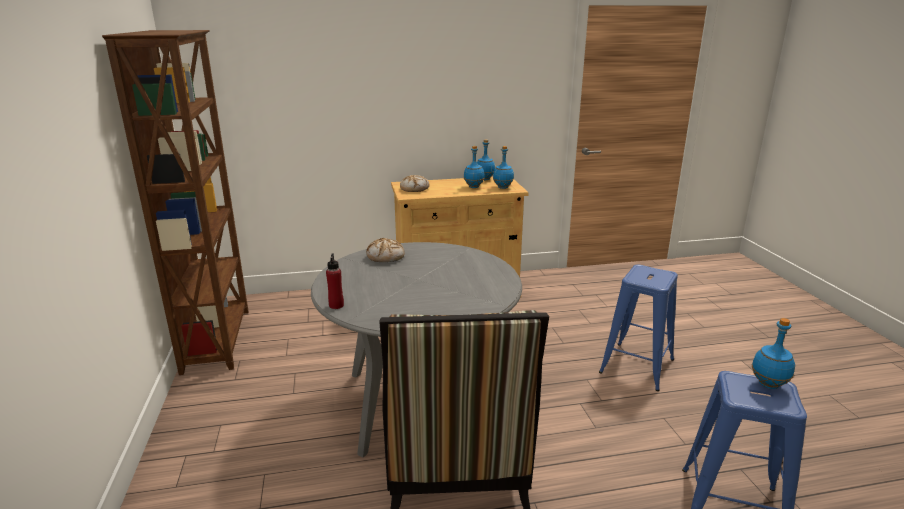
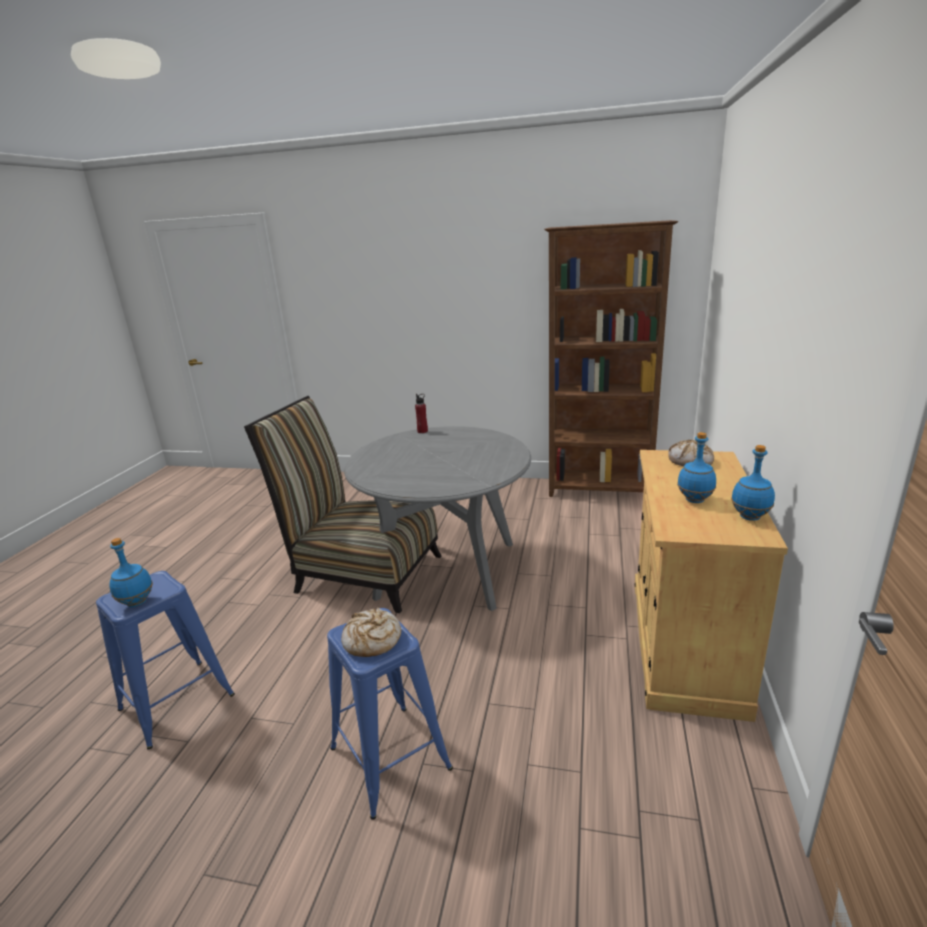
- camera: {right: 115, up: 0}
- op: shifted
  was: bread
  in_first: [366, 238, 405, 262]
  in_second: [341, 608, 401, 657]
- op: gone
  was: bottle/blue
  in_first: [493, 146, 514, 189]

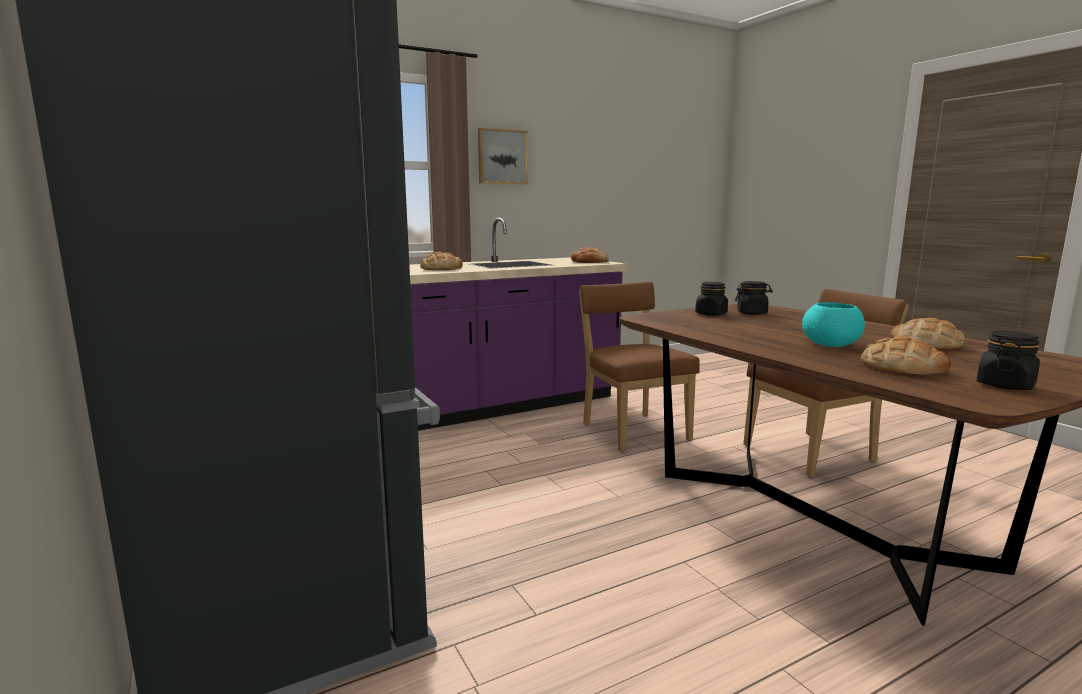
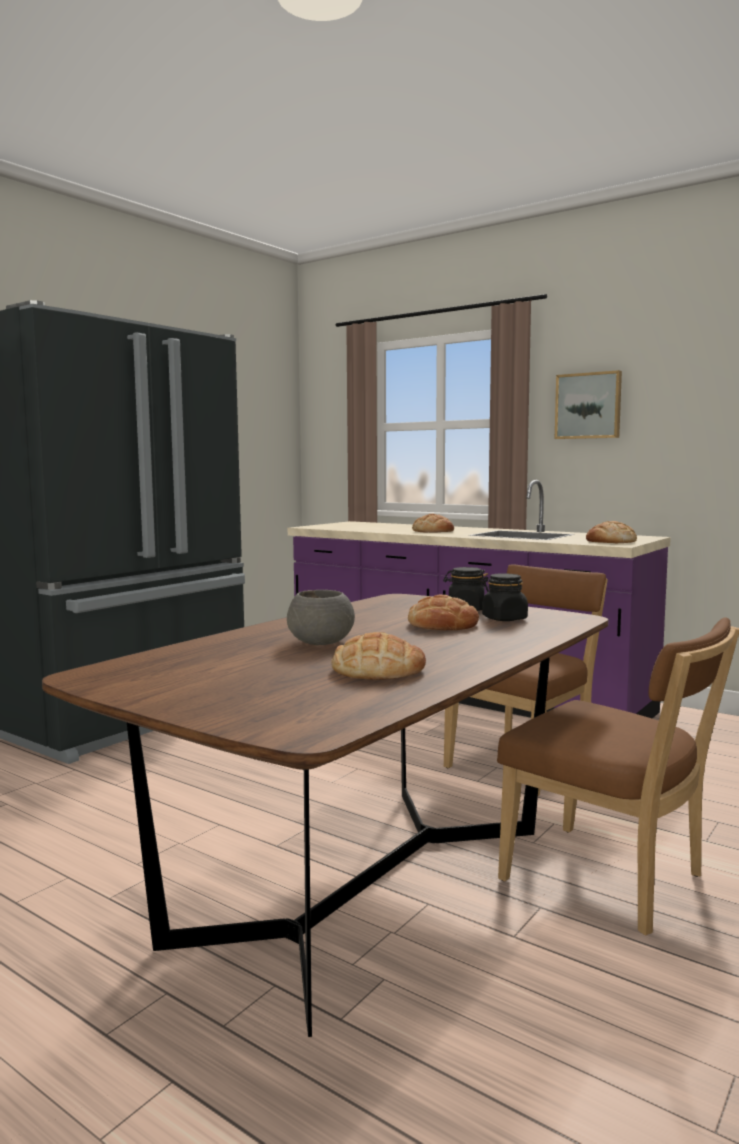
- camera: {right: 65, up: -5}
- op: repainted
  was: bowl/turquoise
  now: bowl/grey
  in_first: [802, 302, 865, 347]
  in_second: [287, 590, 355, 645]
- op: shifted
  was: bread
  in_first: [861, 336, 951, 375]
  in_second: [408, 595, 479, 630]
- op: gone
  was: jar/black
  in_first: [977, 330, 1040, 390]

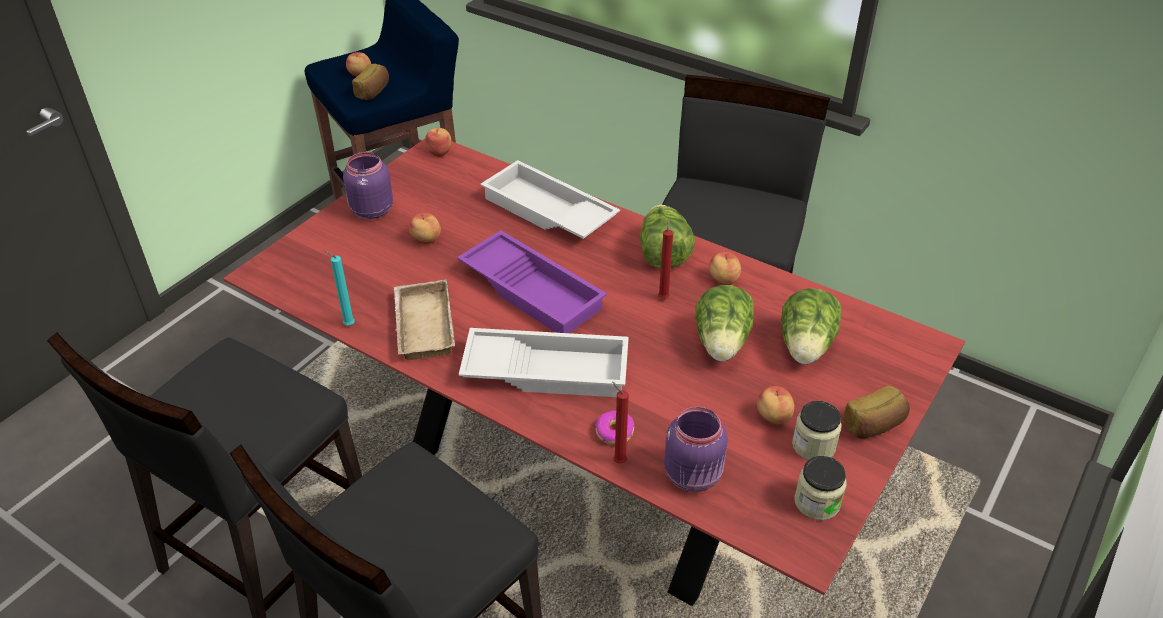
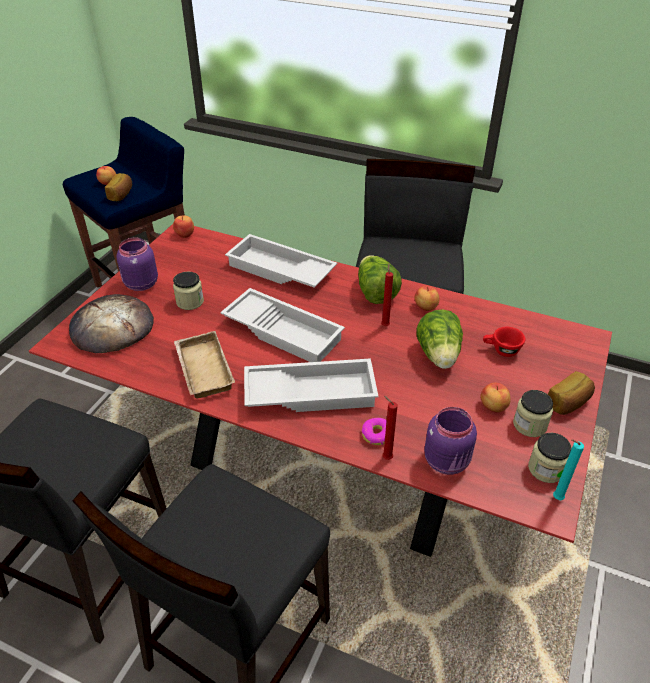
- camera: {right: -10, up: 0}
- op: shifted
  was: candle/turquoise
  in_first: [323, 250, 355, 326]
  in_second: [553, 439, 584, 500]
- op: swapped
  was: apple
  now: jar
  in_first: [409, 213, 441, 244]
  in_second: [173, 272, 204, 310]
- op: repainted
  was: tray/purple
  now: tray/white
  in_first: [457, 230, 607, 333]
  in_second: [220, 288, 345, 362]
- op: swapped
  was: lettuce
  now: cup/red
  in_first: [781, 288, 842, 364]
  in_second: [483, 327, 525, 357]
- op: new
  now: bread
  in_second: [69, 294, 154, 353]

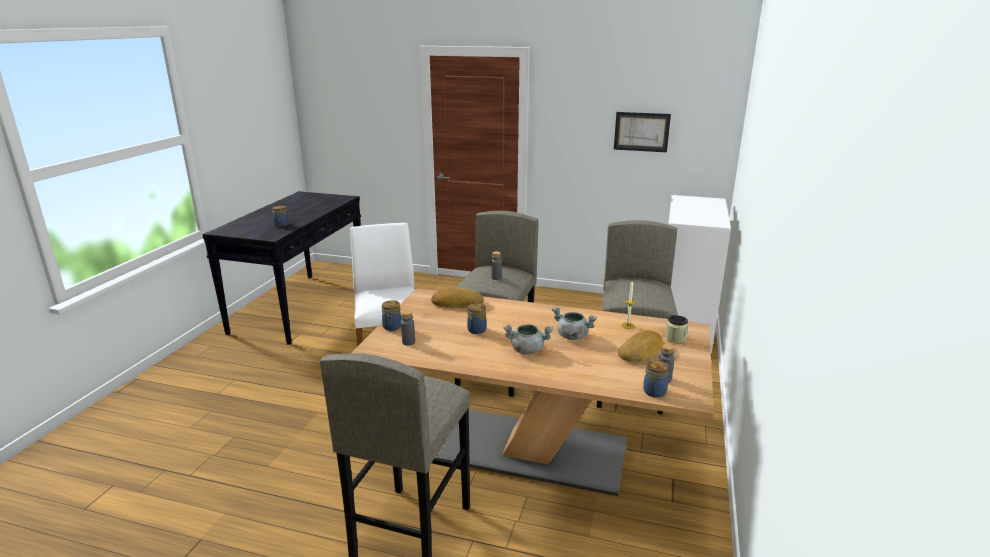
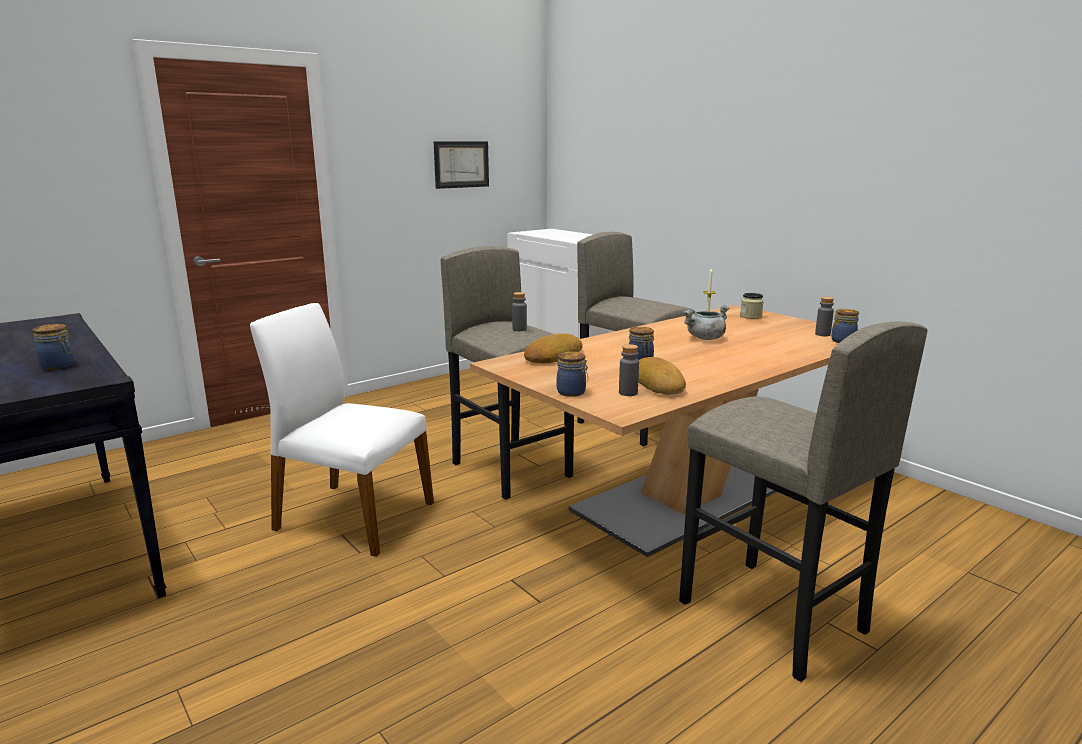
- camera: {right: -55, up: -5}
- op: gone
  was: cooking pot/grey
  in_first: [503, 324, 553, 354]
- op: shifted
  was: bread
  in_first: [618, 330, 663, 362]
  in_second: [638, 357, 686, 395]

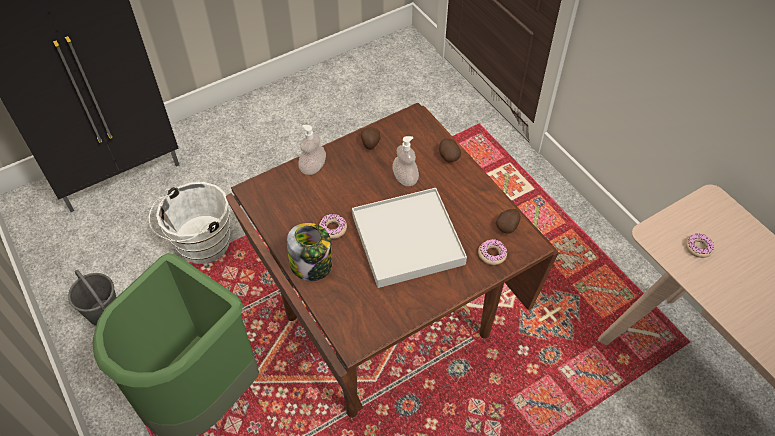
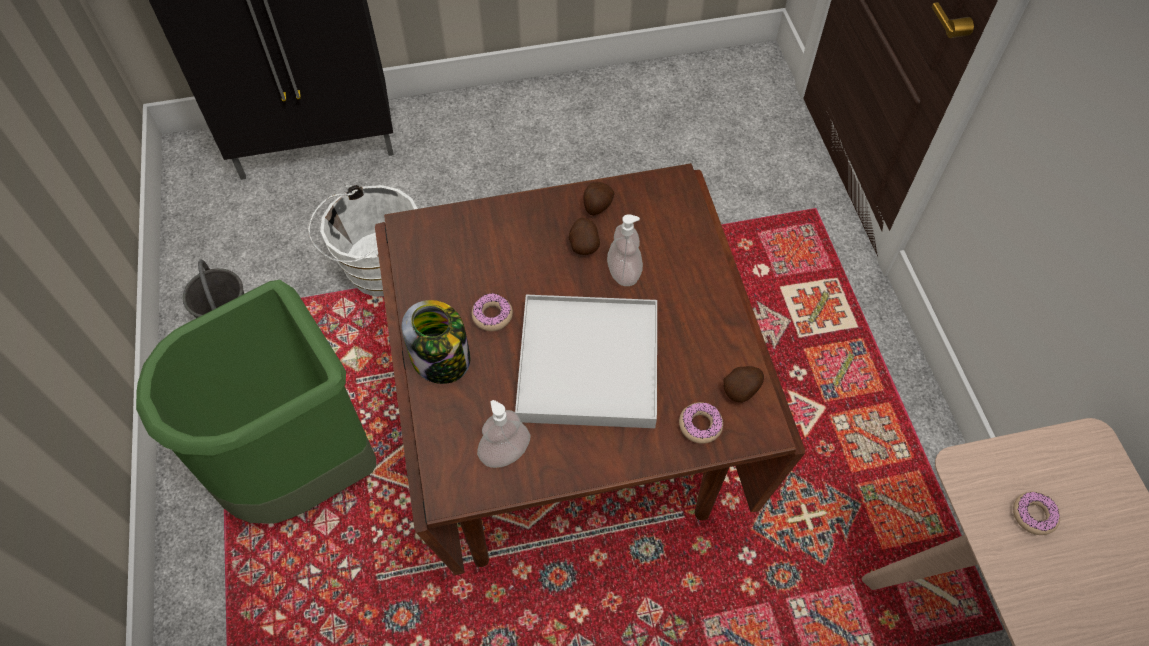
- camera: {right: 20, up: 5}
- op: shifted
  was: soap dispenser
  in_first: [298, 125, 326, 175]
  in_second: [477, 400, 530, 468]
- op: shifted
  was: potato
  in_first: [439, 139, 461, 162]
  in_second: [569, 218, 600, 255]

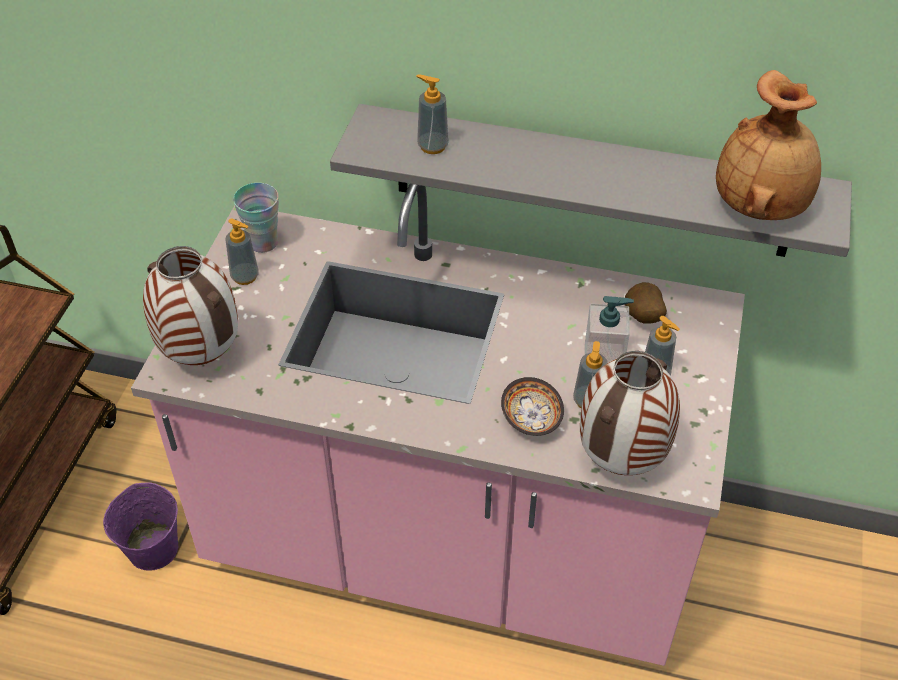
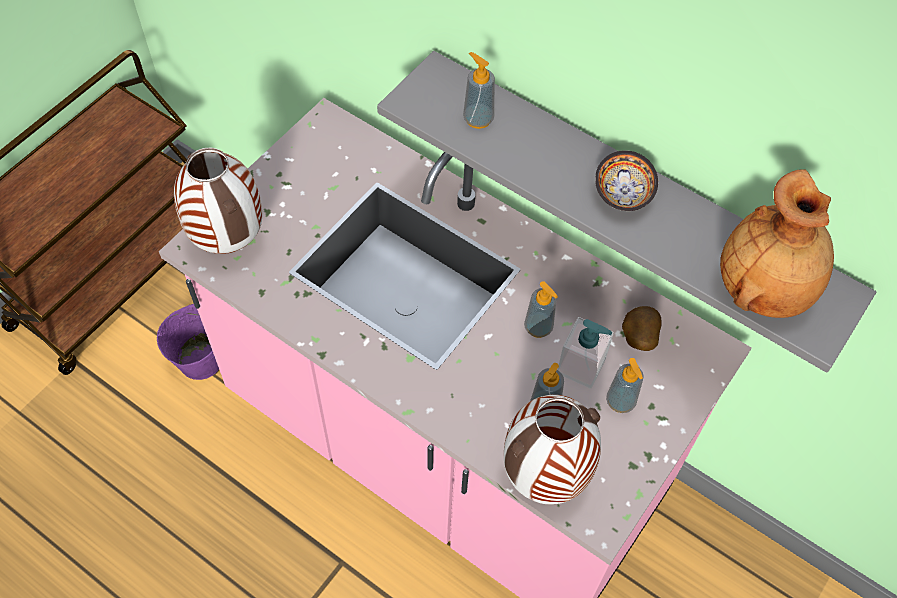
- camera: {right: 20, up: 10}
- op: shifted
  was: soap dispenser
  in_first: [226, 218, 259, 285]
  in_second: [524, 281, 558, 338]
- op: gone
  was: cup
  in_first: [233, 183, 279, 253]
- op: shifted
  was: bowl
  in_first: [501, 377, 564, 436]
  in_second: [595, 150, 658, 211]

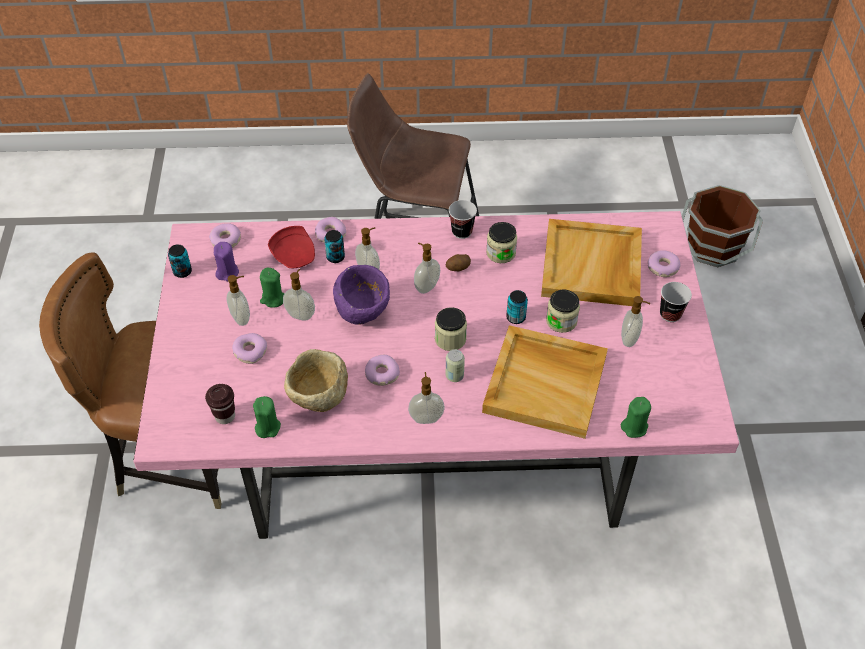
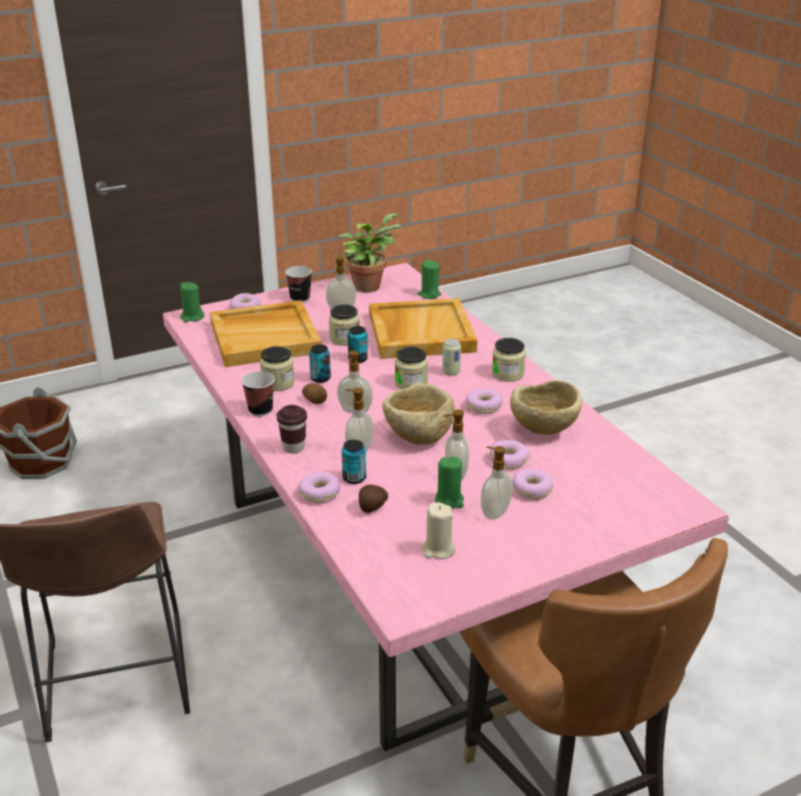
- camera: {right: -115, up: -20}
- op: shifted
  was: can
  in_first: [168, 244, 192, 278]
  in_second: [309, 344, 331, 383]
- op: shifted
  was: cup/brown
  in_first: [205, 384, 235, 424]
  in_second: [276, 405, 307, 454]
- op: shifted
  was: donut
  in_first: [209, 223, 241, 248]
  in_second: [489, 440, 530, 469]
- op: repainted
  was: candle/purple
  now: candle/beige
  in_first: [214, 242, 239, 281]
  in_second: [422, 502, 455, 559]
- op: shifted
  was: candle/green
  in_first: [253, 396, 281, 438]
  in_second: [180, 282, 205, 322]
- op: swapped
  was: plate/red
  now: potato
  in_first: [268, 226, 315, 268]
  in_second: [359, 485, 388, 513]
- op: repainted
  was: bowl/purple
  now: bowl/beige
  in_first: [333, 265, 390, 324]
  in_second: [382, 383, 455, 445]
- op: swapped
  was: soap dispenser
  now: jar
  in_first: [408, 372, 445, 424]
  in_second: [492, 338, 526, 382]
- op: new
  now: potted plant
  in_second: [338, 213, 401, 293]

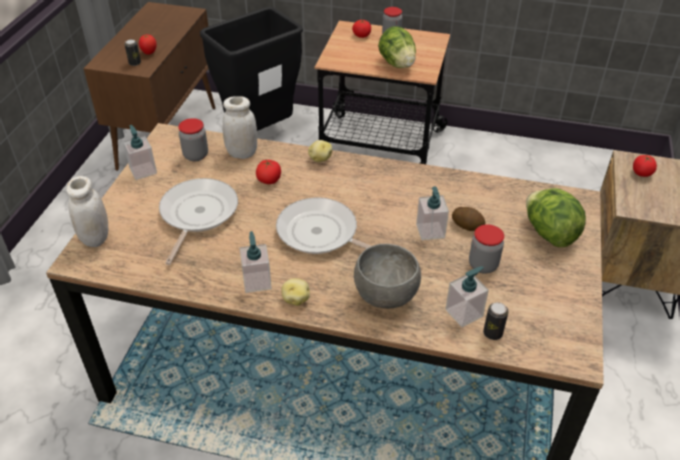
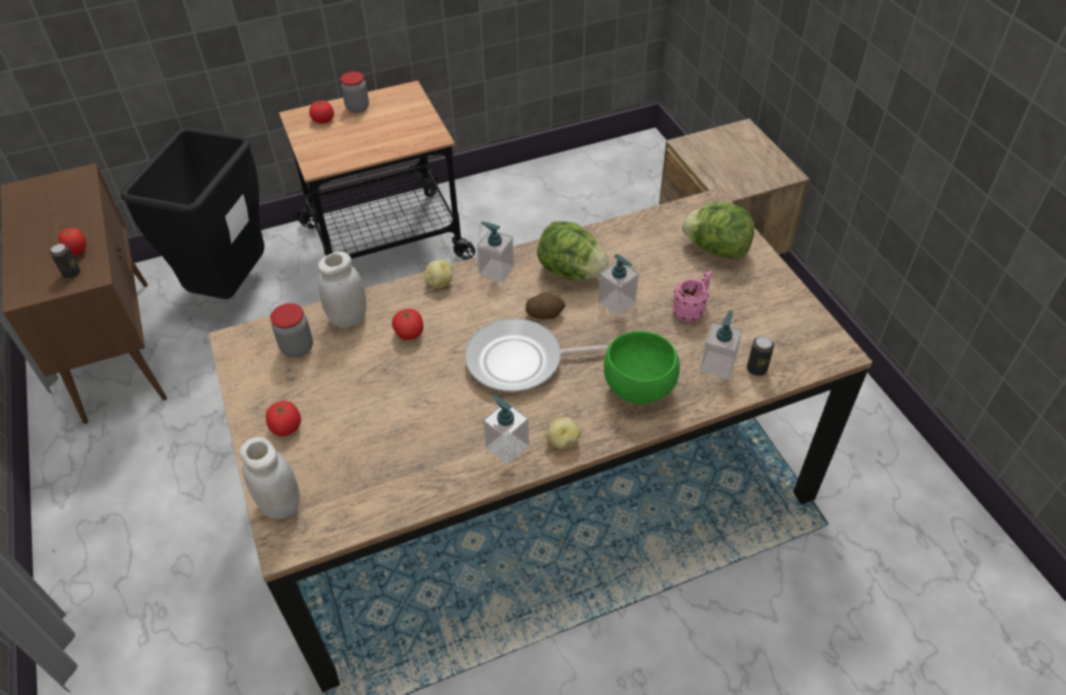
- camera: {right: -35, up: 5}
- op: shifted
  was: soap dispenser
  in_first: [123, 125, 157, 180]
  in_second: [477, 222, 514, 282]
- op: gone
  was: frying pan
  in_first: [159, 178, 238, 265]
- op: repainted
  was: bowl/grey
  now: bowl/green
  in_first: [354, 244, 421, 309]
  in_second: [604, 331, 680, 404]
- op: shifted
  was: lettuce
  in_first: [378, 26, 416, 68]
  in_second: [537, 222, 609, 281]
- op: shifted
  was: potato
  in_first: [452, 207, 485, 231]
  in_second: [526, 293, 565, 319]
- op: swapped
  was: jar
  now: mug/pink
  in_first: [469, 224, 504, 274]
  in_second: [672, 271, 712, 322]
- op: shifted
  was: tomato
  in_first: [633, 155, 657, 177]
  in_second: [266, 401, 301, 436]

